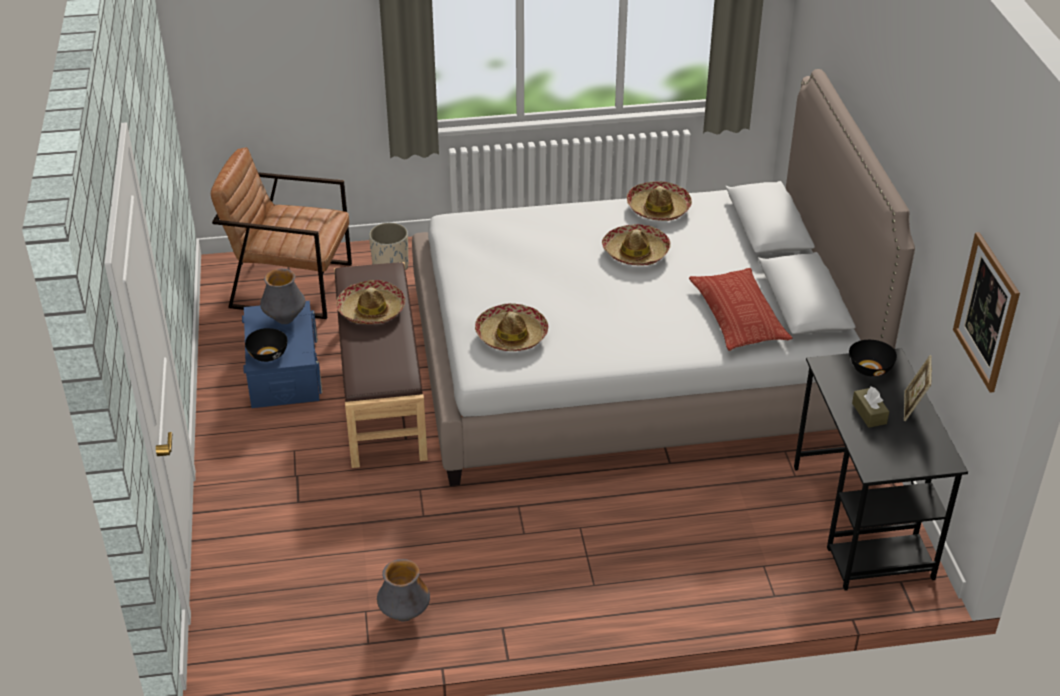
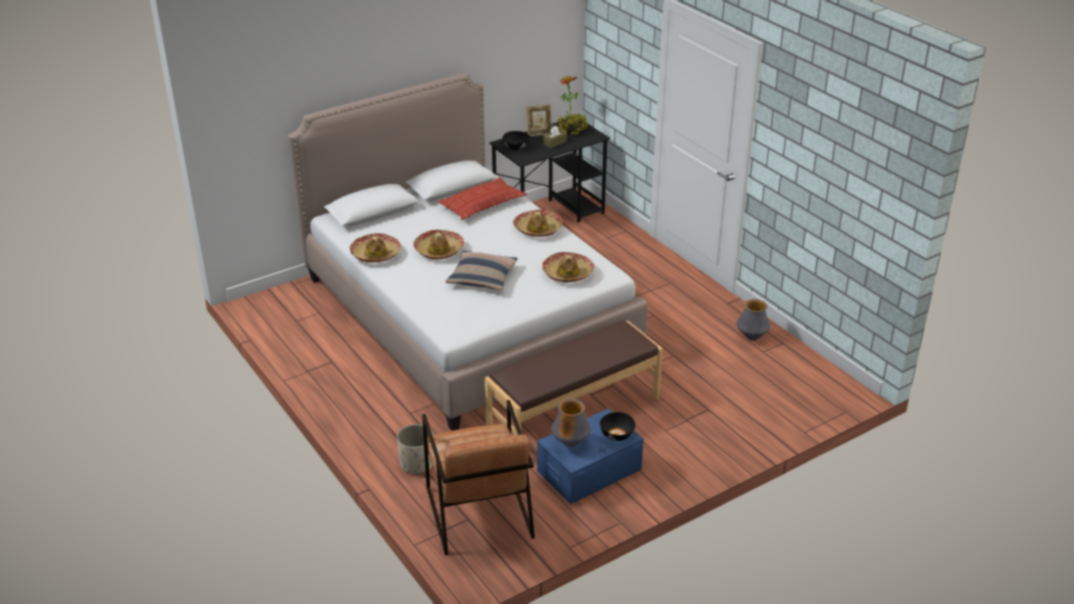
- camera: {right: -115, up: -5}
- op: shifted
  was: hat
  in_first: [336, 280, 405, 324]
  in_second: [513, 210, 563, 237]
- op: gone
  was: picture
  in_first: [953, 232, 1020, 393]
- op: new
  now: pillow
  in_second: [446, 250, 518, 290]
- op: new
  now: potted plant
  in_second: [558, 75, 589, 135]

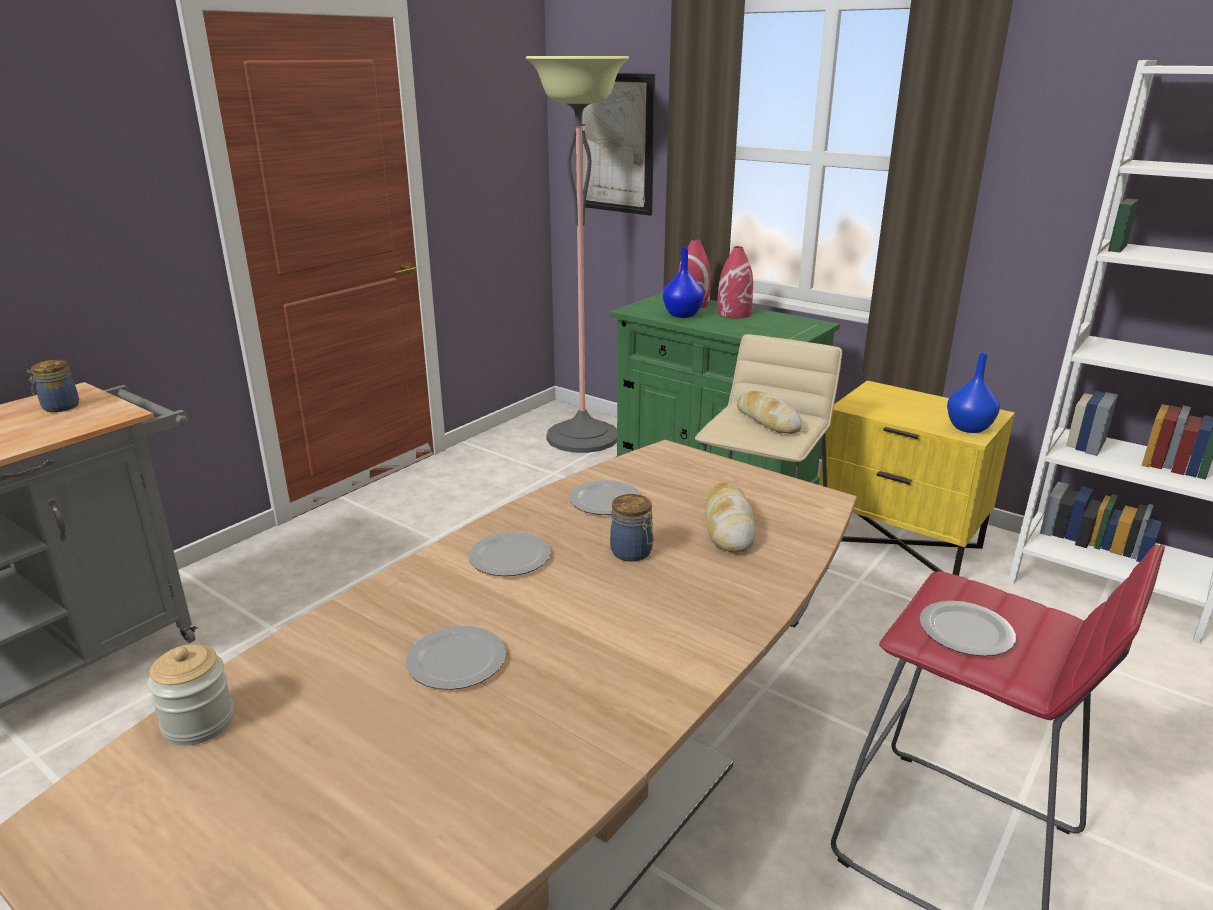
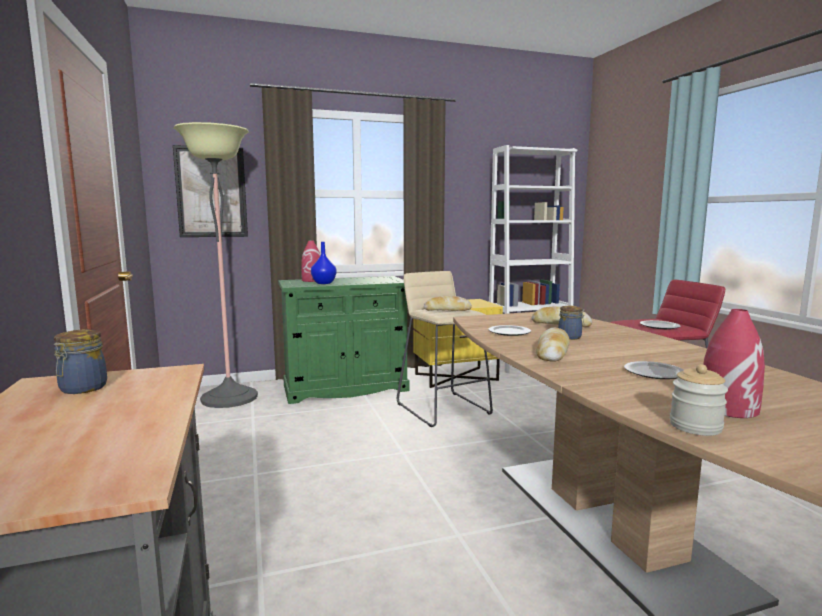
- camera: {right: -55, up: -15}
- op: swapped
  was: plate
  now: bread
  in_first: [468, 532, 550, 576]
  in_second: [536, 328, 570, 362]
- op: shifted
  was: vase/red
  in_first: [717, 246, 753, 318]
  in_second: [703, 309, 765, 418]
- op: gone
  was: vase/blue
  in_first: [947, 352, 1000, 433]

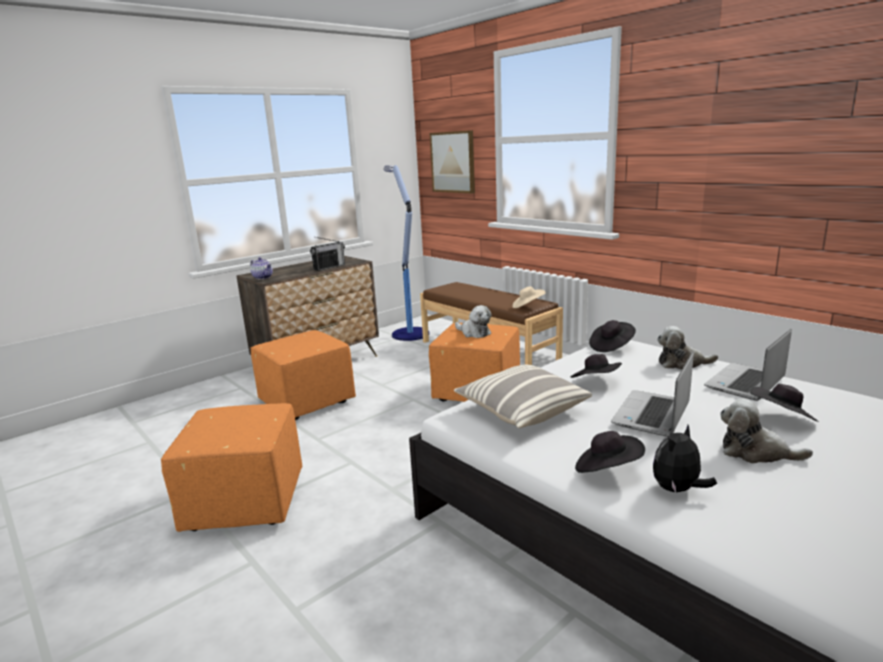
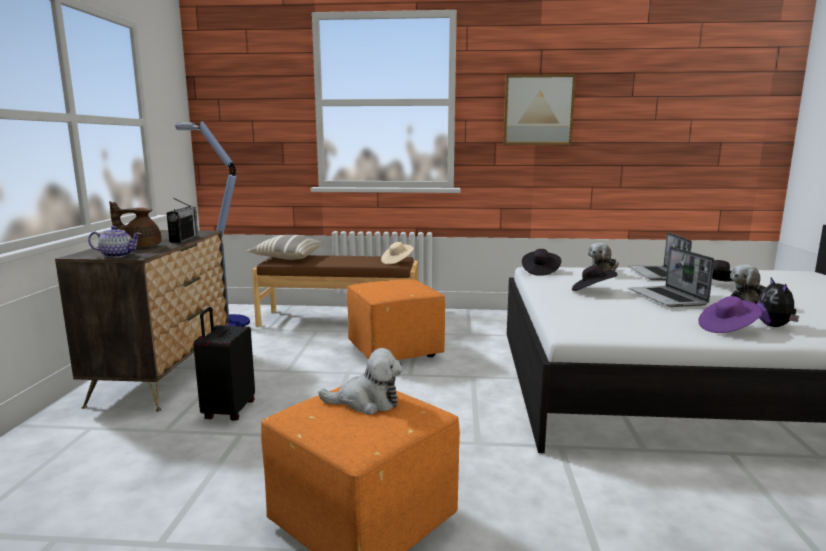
- camera: {right: -45, up: -5}
- op: swapped
  was: ottoman/orange
  now: suitcase/black
  in_first: [251, 330, 356, 420]
  in_second: [193, 307, 255, 421]
- op: shifted
  was: picture
  in_first: [430, 130, 475, 194]
  in_second: [503, 74, 576, 145]
- op: shifted
  was: pillow
  in_first: [454, 365, 592, 428]
  in_second: [248, 235, 322, 260]
- op: shifted
  was: plush toy
  in_first: [455, 305, 492, 338]
  in_second: [318, 348, 403, 415]
- op: repainted
  was: hat/black
  now: hat/purple
  in_first: [575, 431, 645, 473]
  in_second: [698, 296, 763, 333]
- op: new
  now: teapot/brown
  in_second: [109, 201, 161, 248]

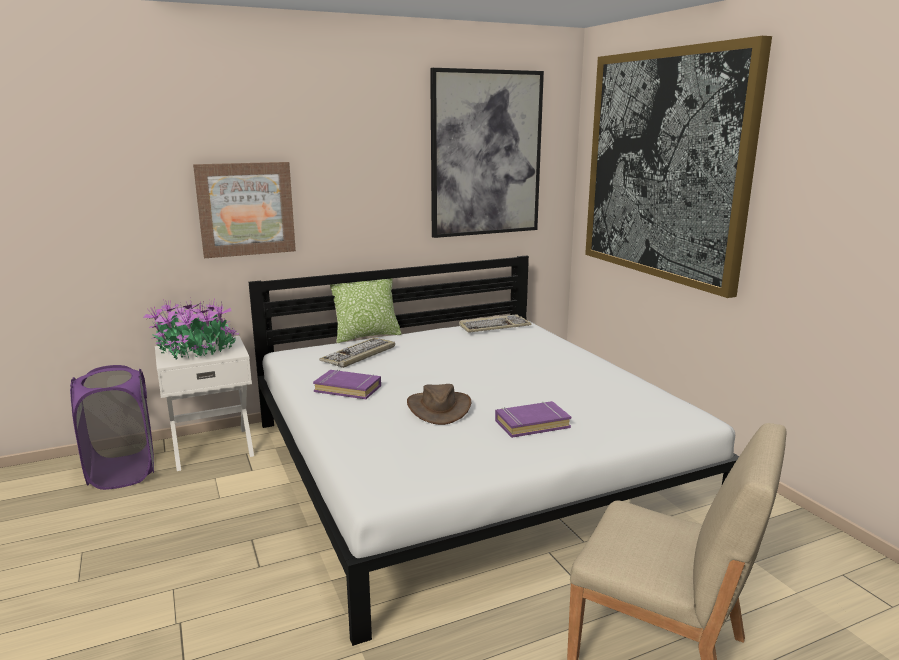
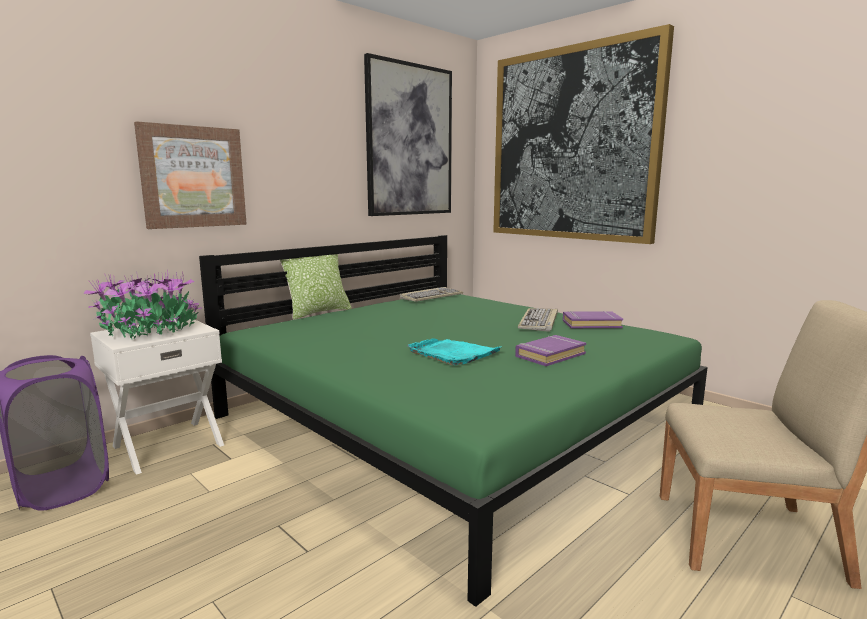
- camera: {right: -20, up: -5}
- op: repainted
  was: bed/white
  now: bed/green
  in_first: [249, 256, 739, 646]
  in_second: [199, 235, 708, 607]
- op: shifted
  was: book/purple
  in_first: [313, 370, 381, 399]
  in_second: [563, 311, 623, 329]
- op: shifted
  was: keyboard
  in_first: [319, 338, 395, 368]
  in_second: [518, 308, 558, 332]
- op: swapped
  was: hat/brown
  now: tray/turquoise
  in_first: [407, 384, 471, 425]
  in_second: [407, 338, 503, 365]

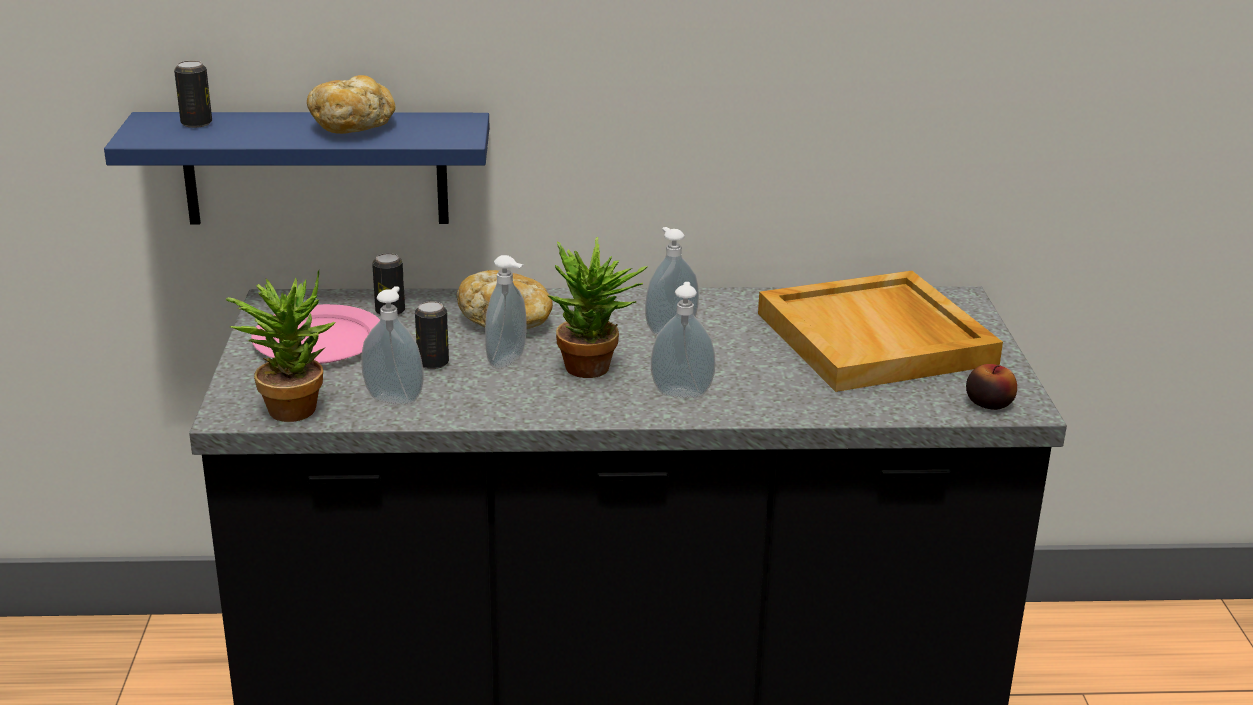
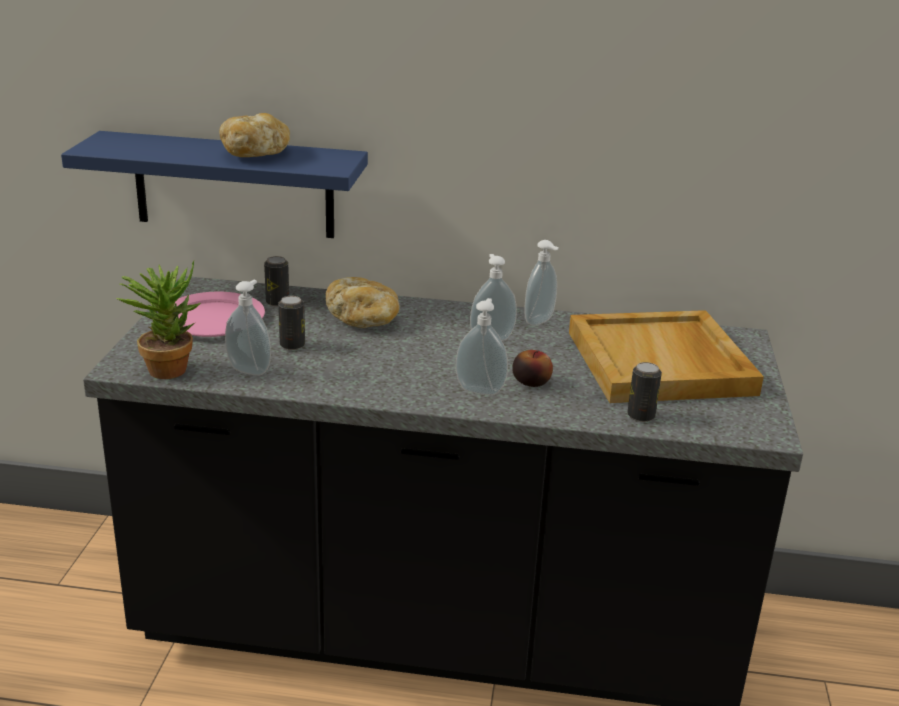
- camera: {right: 10, up: 0}
- op: shifted
  was: can
  in_first: [174, 61, 212, 128]
  in_second: [627, 362, 662, 422]
- op: shifted
  was: soap dispenser
  in_first: [485, 255, 527, 369]
  in_second: [524, 240, 559, 326]
- op: gone
  was: potted plant
  in_first: [548, 237, 648, 378]
- op: shifted
  was: apple
  in_first: [966, 364, 1017, 410]
  in_second: [512, 350, 553, 387]

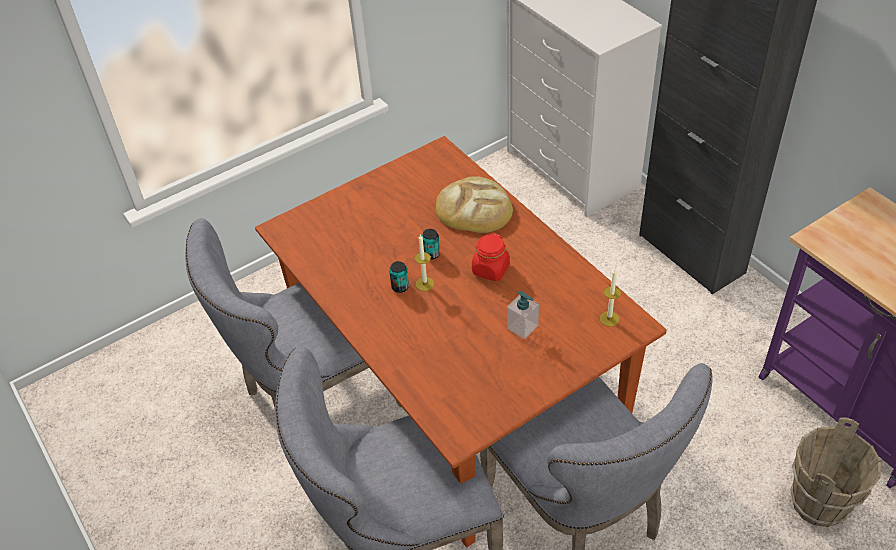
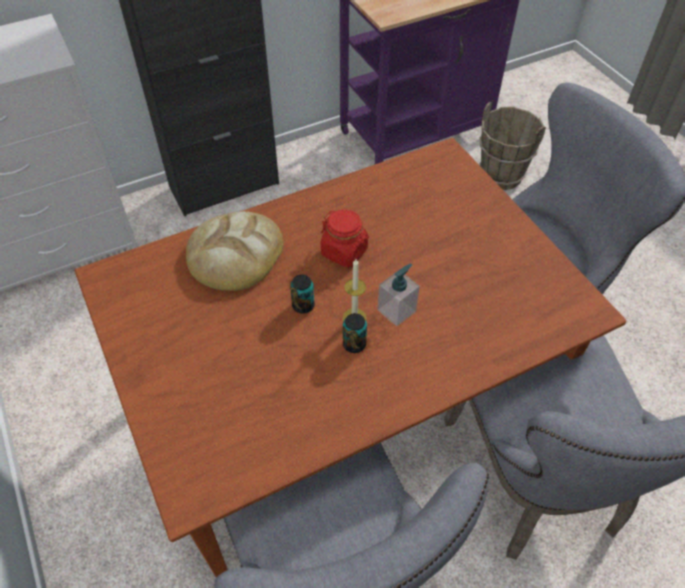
- camera: {right: -85, up: 5}
- op: shifted
  was: soap dispenser
  in_first: [507, 291, 539, 339]
  in_second: [378, 263, 420, 326]
- op: gone
  was: candle
  in_first: [600, 269, 621, 327]

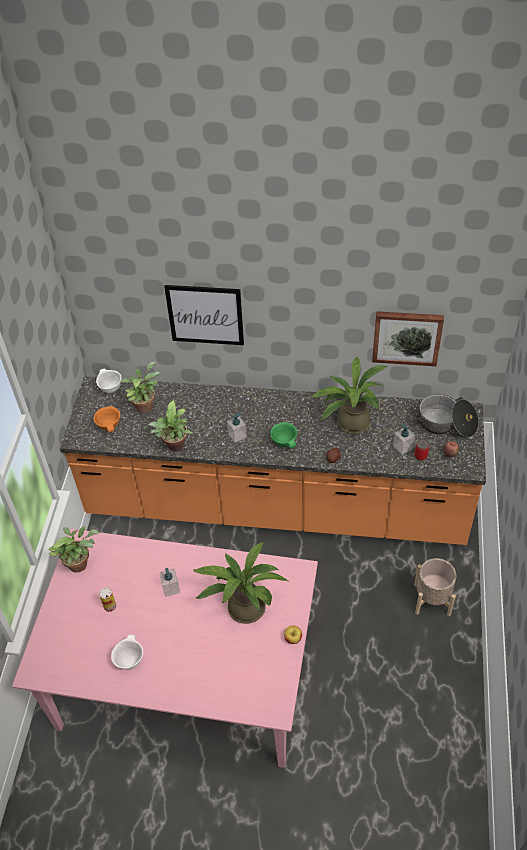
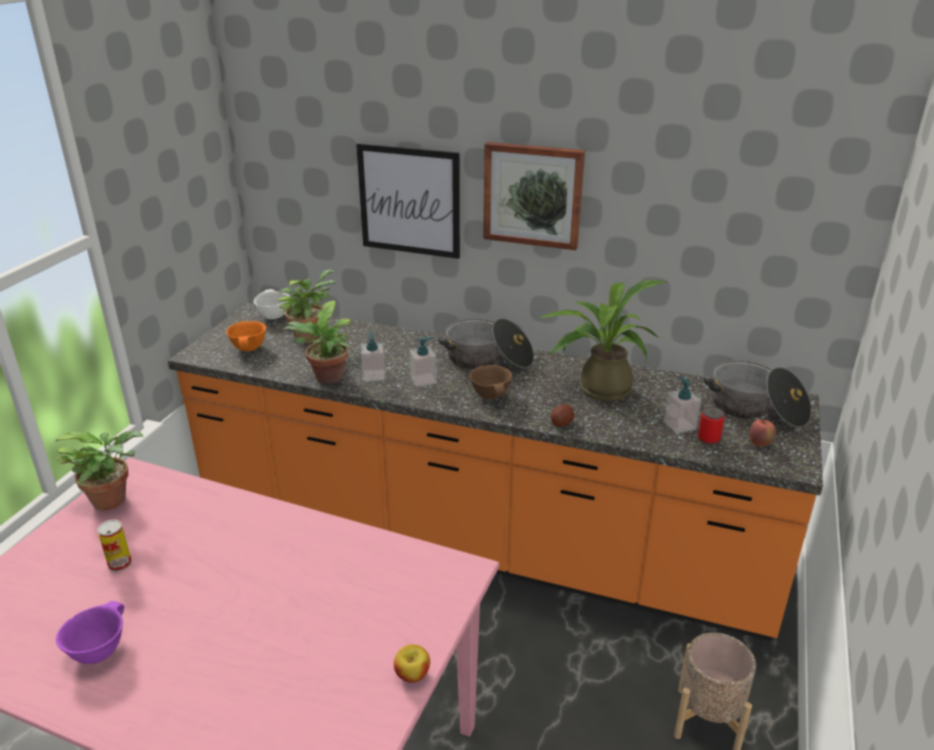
- camera: {right: 10, up: -20}
- op: repainted
  was: bowl/white
  now: bowl/purple
  in_first: [111, 635, 143, 670]
  in_second: [56, 601, 124, 664]
- op: shifted
  was: soap dispenser
  in_first: [159, 568, 180, 597]
  in_second: [361, 331, 385, 381]
- op: gone
  was: potted plant
  in_first: [192, 542, 289, 624]
- op: repainted
  was: bowl/green
  now: bowl/brown
  in_first: [270, 422, 297, 449]
  in_second: [470, 365, 512, 399]
- op: shifted
  was: picture
  in_first: [372, 311, 444, 366]
  in_second: [483, 142, 585, 250]
- op: new
  now: cooking pot
  in_second: [438, 319, 534, 370]

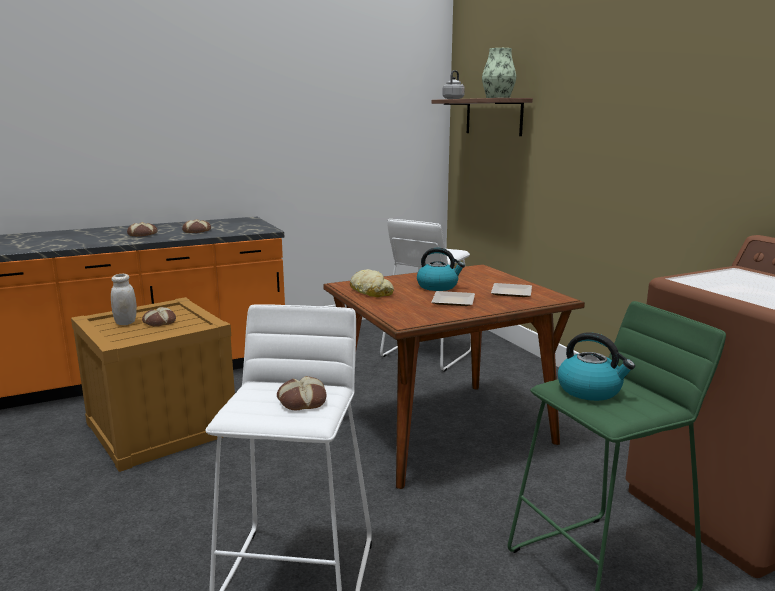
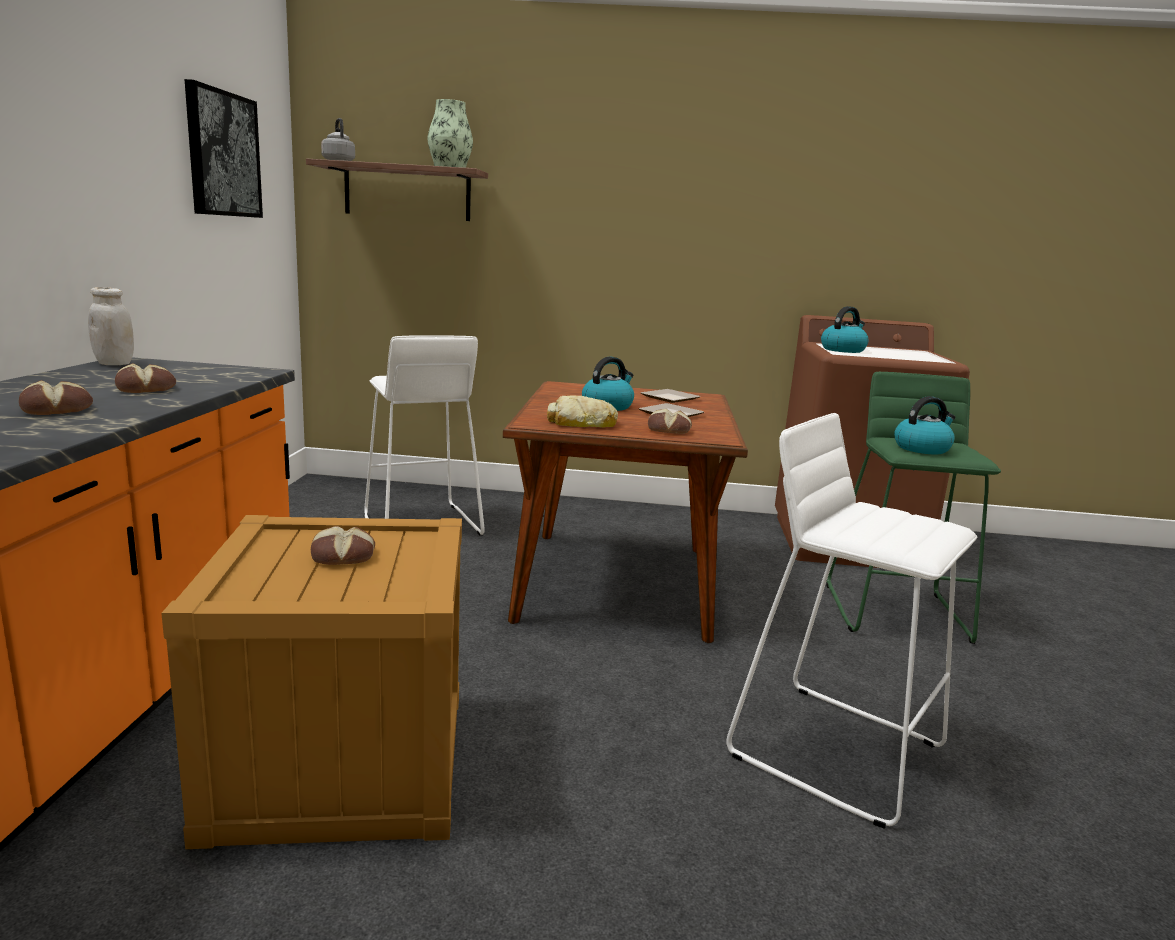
- camera: {right: -60, up: 0}
- op: shifted
  was: jar/white
  in_first: [111, 274, 137, 325]
  in_second: [88, 287, 134, 365]
- op: shifted
  was: bread
  in_first: [277, 376, 326, 410]
  in_second: [648, 409, 692, 434]
- op: new
  now: picture
  in_second: [185, 79, 263, 218]
- op: new
  now: kettle
  in_second: [821, 306, 869, 353]

